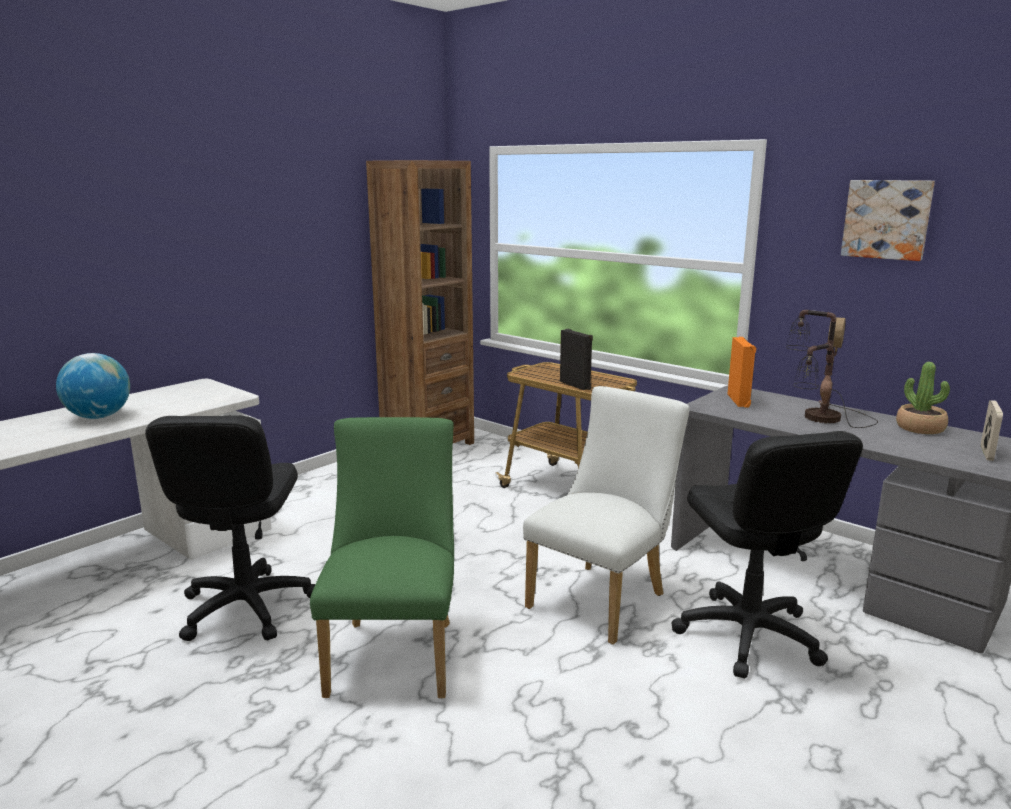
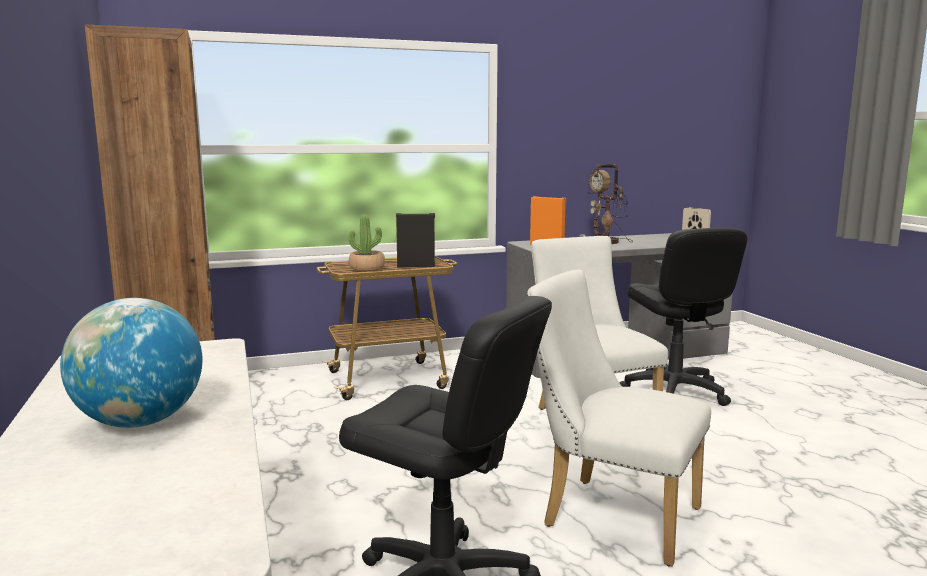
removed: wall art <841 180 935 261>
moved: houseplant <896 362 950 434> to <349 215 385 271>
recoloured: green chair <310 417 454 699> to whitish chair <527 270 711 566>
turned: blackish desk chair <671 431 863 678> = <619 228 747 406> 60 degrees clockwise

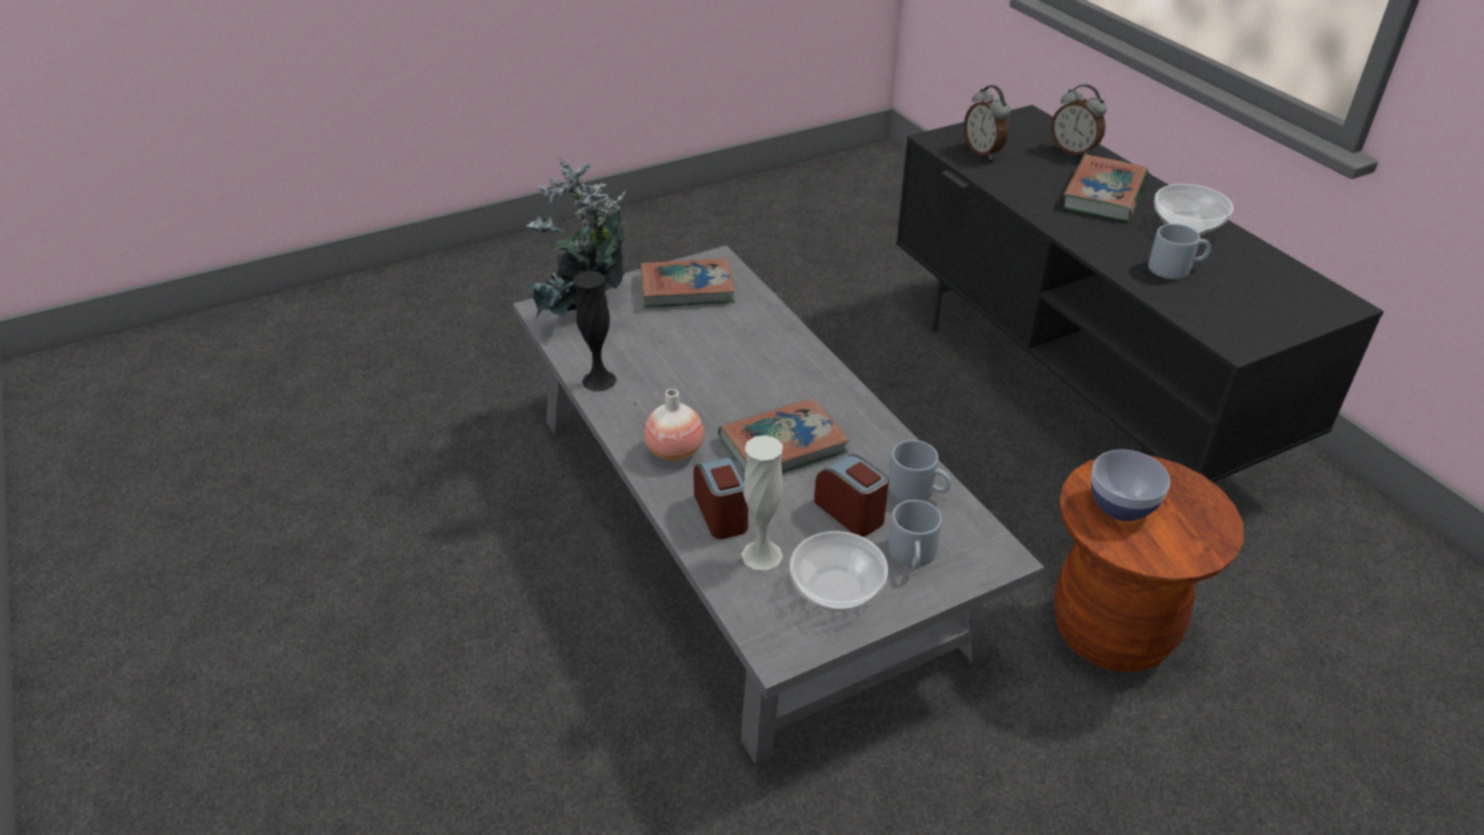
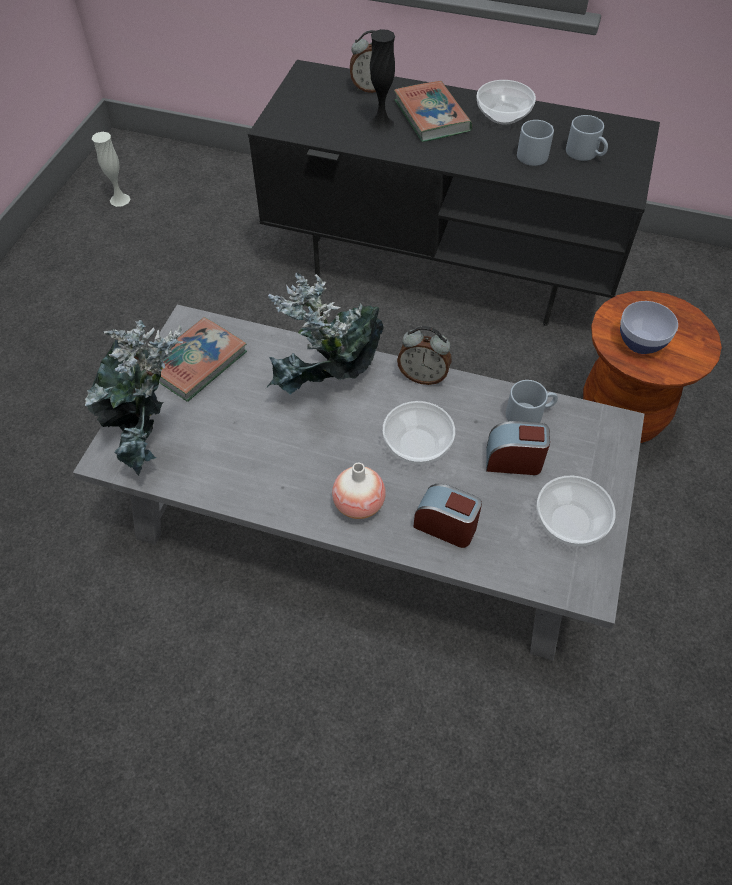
added: houseplant <266 272 384 395>
moved: blackish vase <573 271 617 391> to <369 29 395 132>; whitish vase <741 435 783 570> to <92 132 131 207>; grey tea mug <889 500 942 569> to <566 115 608 161>; bedside clock <964 85 1011 159> to <397 326 452 385>
replaced: bound book <719 398 850 473> to bowl <383 401 455 464>

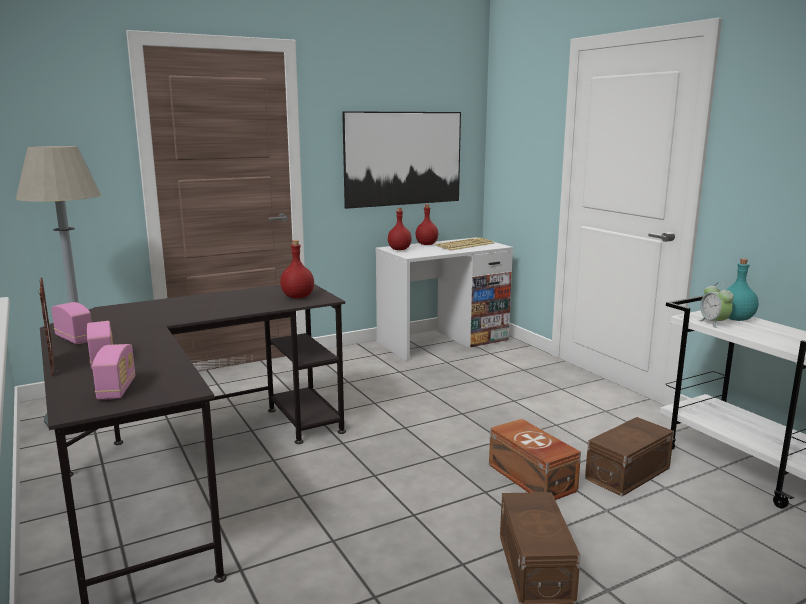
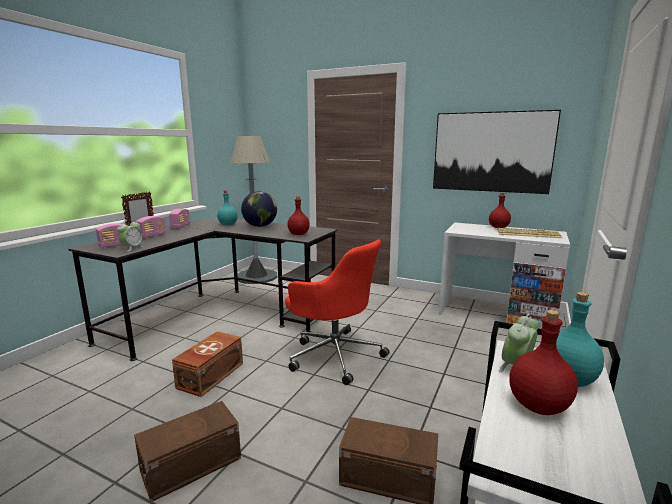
added: bedside clock <117 219 144 251>; turquoise bottle <217 190 238 225>; desk globe <241 191 277 227>; red desk chair <285 239 389 385>
moved: red bottle <388 208 412 250> to <509 310 578 415>; brownish storage container <489 419 581 500> to <172 331 243 397>

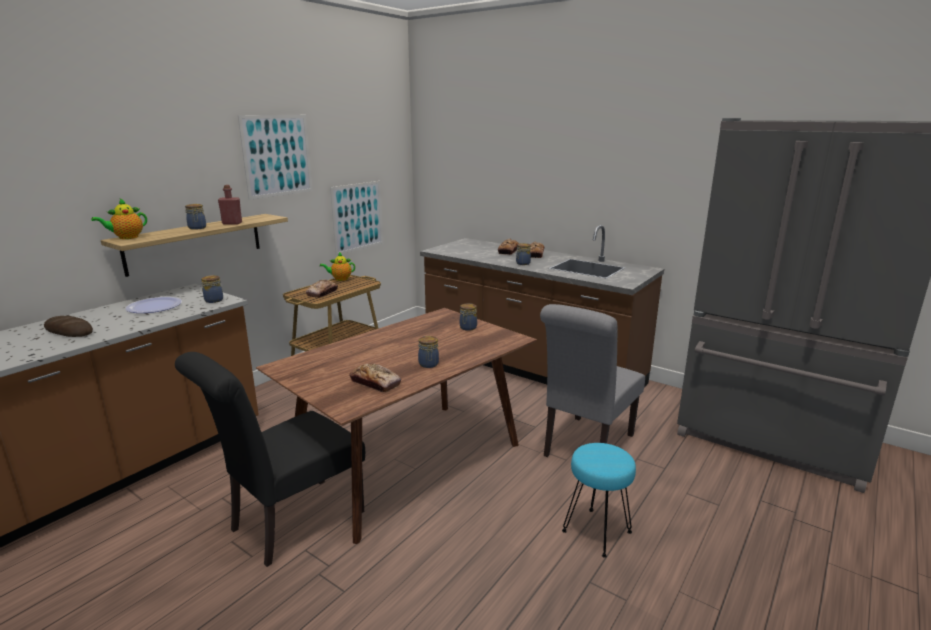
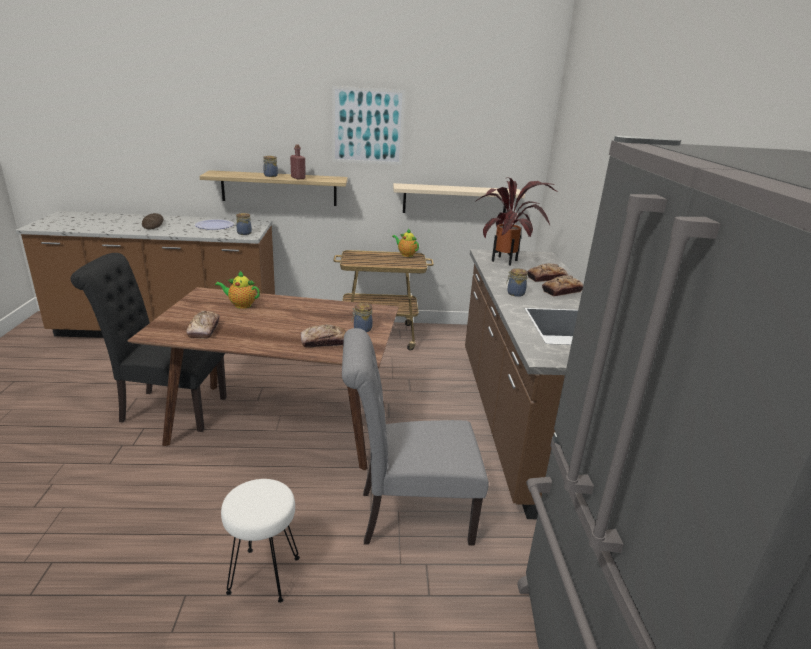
removed: preserve jar <418 336 439 368>
added: houseplant <475 177 558 265>
moved: pot for tea <91 198 147 239> to <215 270 260 309>; baked bread <306 279 338 298> to <300 324 346 347>
replaced: wall art <330 181 383 255> to beige-coloured bracket shelf <393 183 525 213>
recoloured: turquoise sitting stool <562 443 636 558> to whitish sitting stool <221 479 300 603>

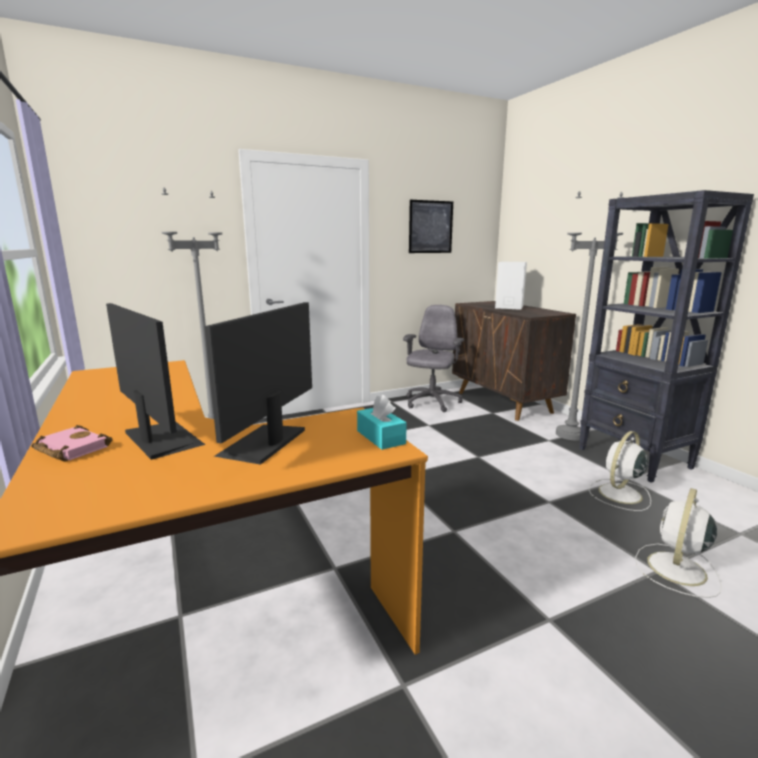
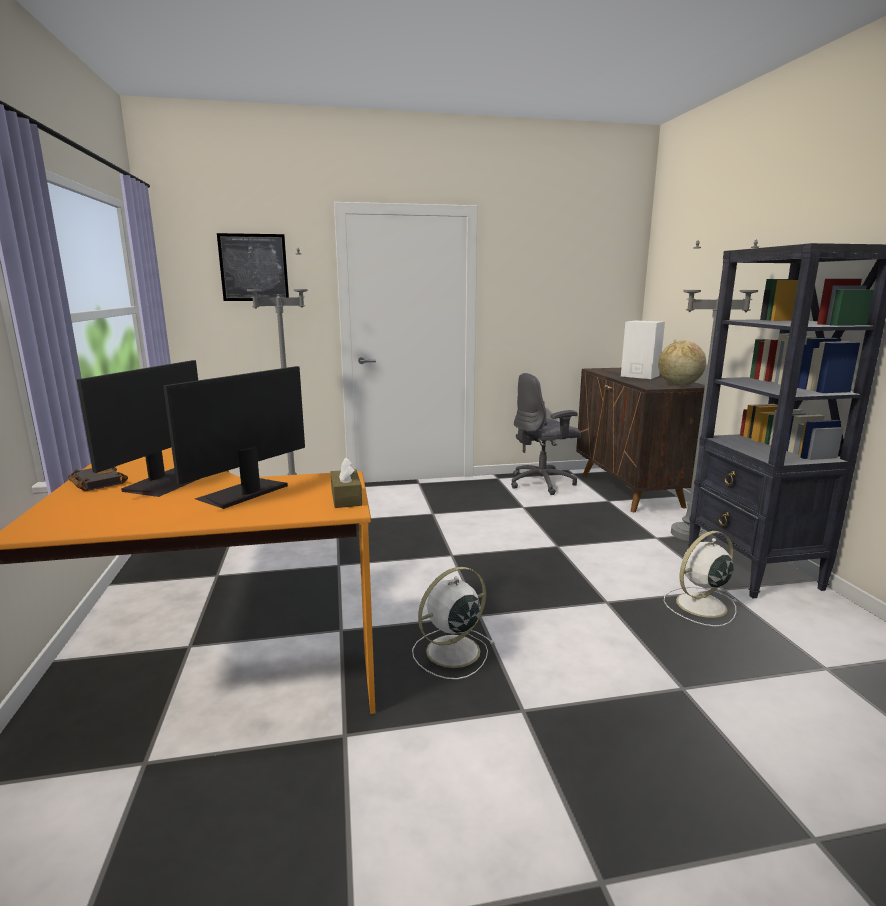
added: desk globe <658 341 706 386>
moved: wall art <409 200 453 253> to <217 233 289 301>; whitish electric fan <635 488 722 598> to <412 567 494 679>
recoloured: pink bound book <31 425 113 462> to blackish bound book <68 467 128 491>; turquoise box of tissues <357 395 407 450> to brownish box of tissues <331 457 362 508>
turned: monitor <106 303 206 460> = <77 360 199 497> 45 degrees clockwise; grey desk chair <403 305 464 412> = <511 373 581 495> 150 degrees counterclockwise

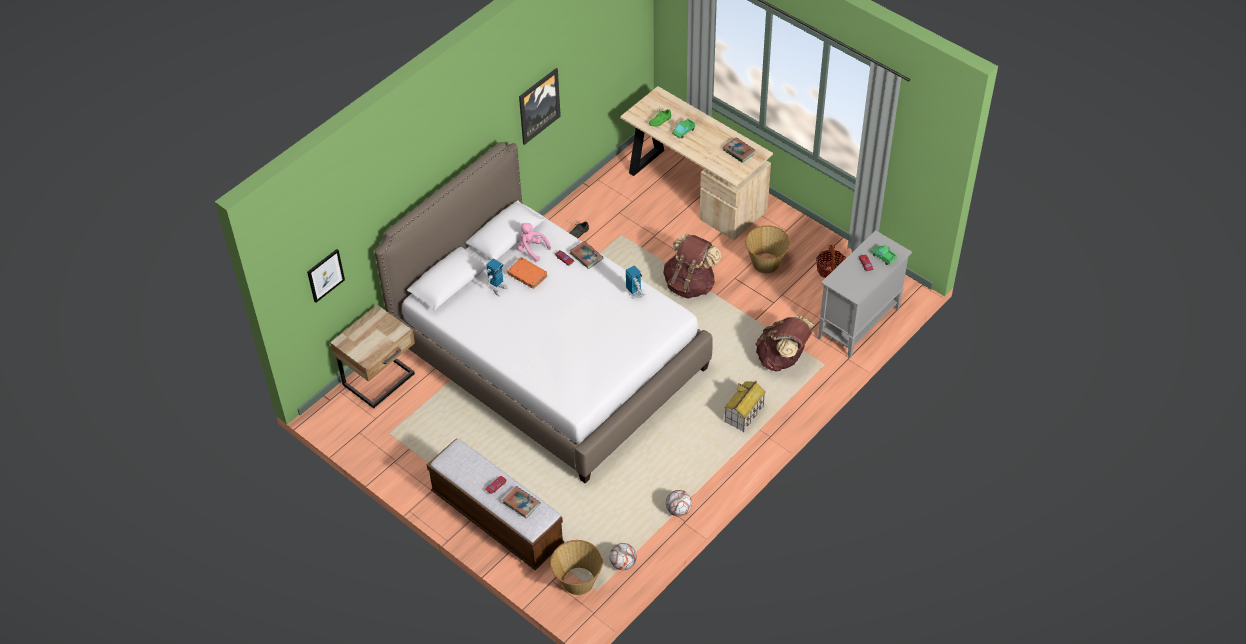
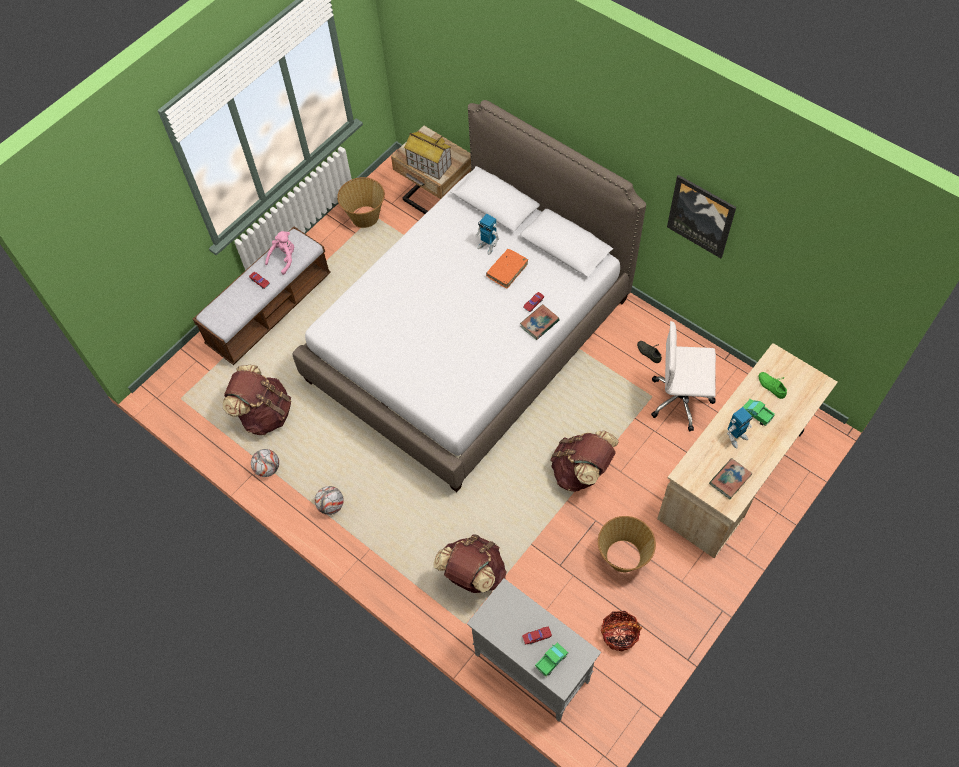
removed: wall art <307 249 345 303>; bound book <502 486 540 518>
added: brownish rucksack <223 365 291 435>; whitish desk chair <651 321 716 431>
moved: pink plush toy <517 223 551 262> to <265 231 294 275>; basket <550 540 603 595> to <337 177 385 228>; ball for football <610 543 637 570> to <315 486 344 515>; toy robot <626 265 645 298> to <727 407 753 449>; miniature house <724 381 766 432> to <404 131 452 180>

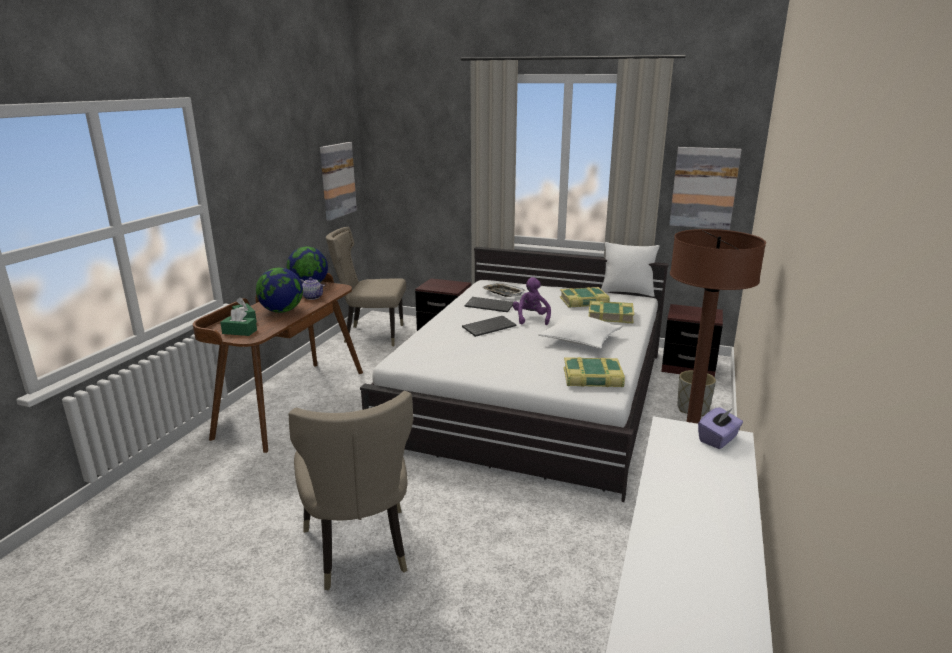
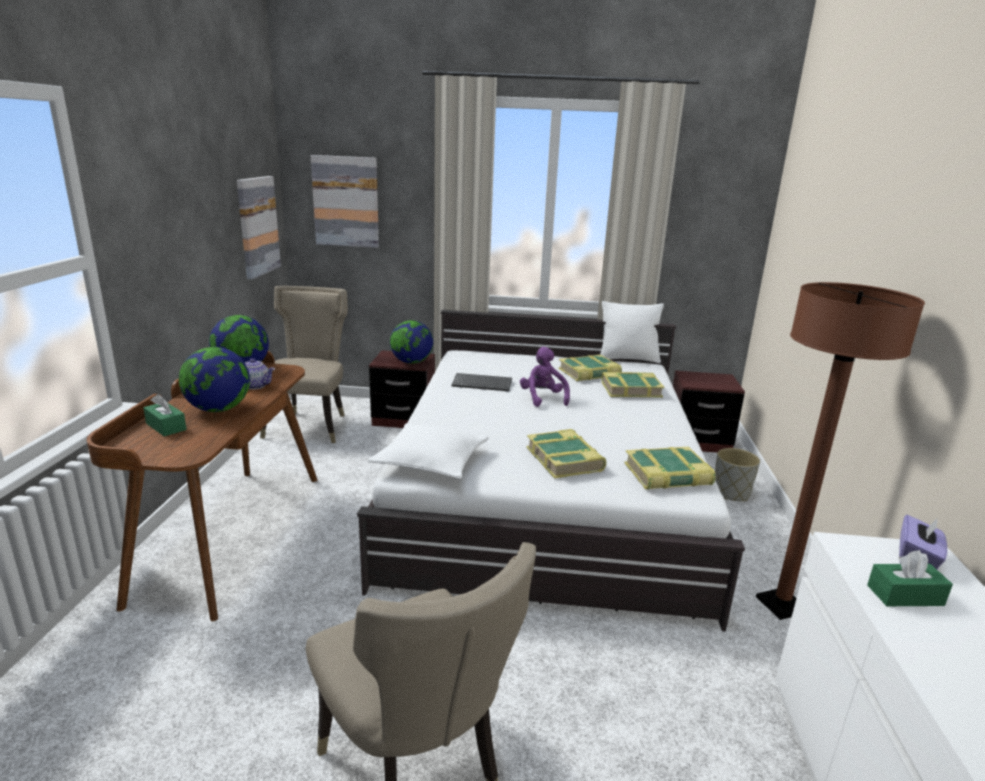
removed: computer keyboard <462 316 516 337>; tray <483 283 526 297>
added: desk globe <390 320 433 364>; bound book <526 429 607 479>
moved: green box of tissues <220 308 257 336> to <867 550 953 606>; whitish throw pillow <538 315 622 349> to <368 423 489 479>; wall art <669 147 741 230> to <311 155 379 248>
turned: beige-coloured chair <326 227 406 346> = <260 286 348 443> 105 degrees clockwise

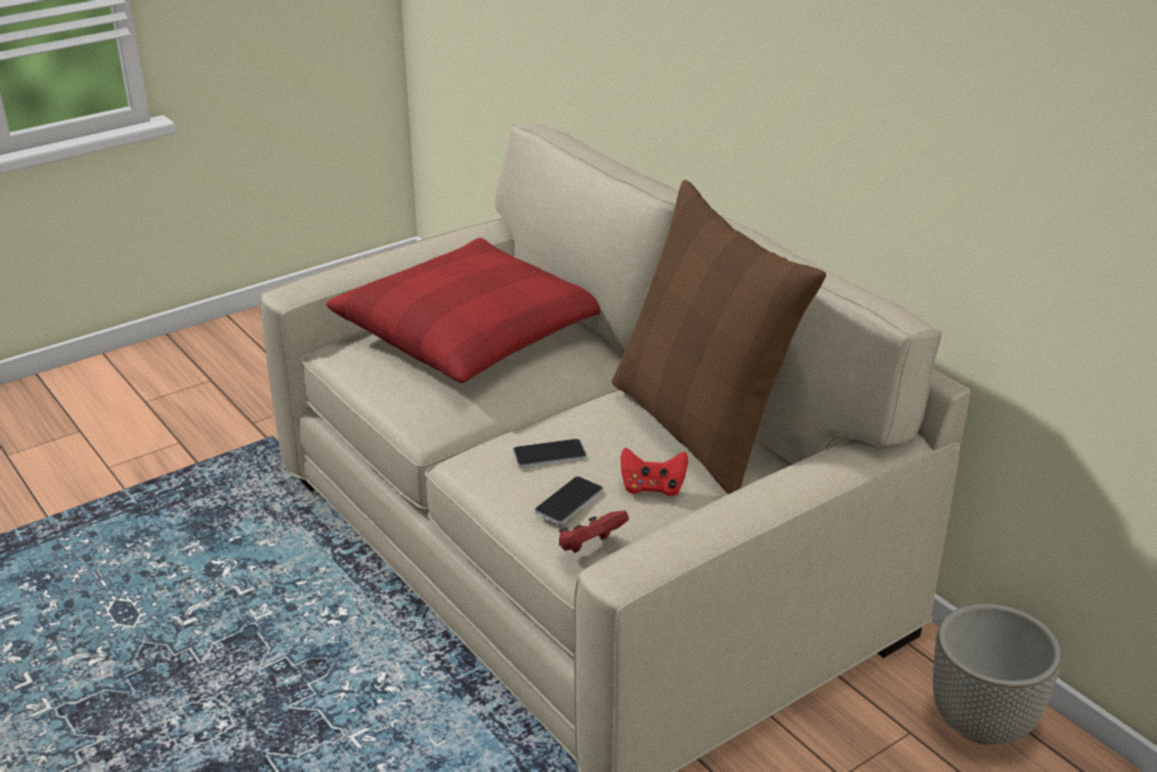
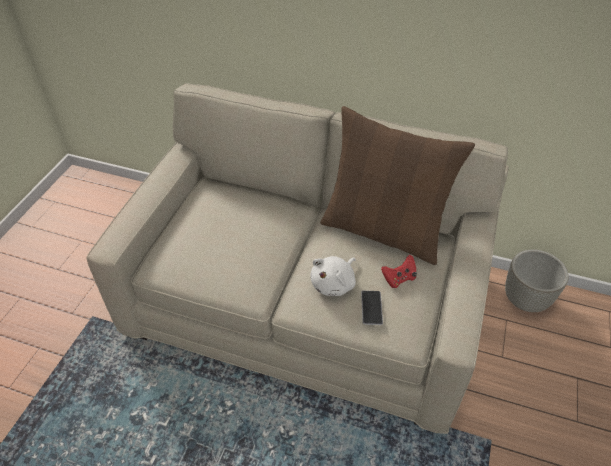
removed: red throw pillow <326 238 600 383>; red joypad <559 511 629 553>
replaced: telephone <513 439 586 468> to whitish plush toy <310 256 356 296>

